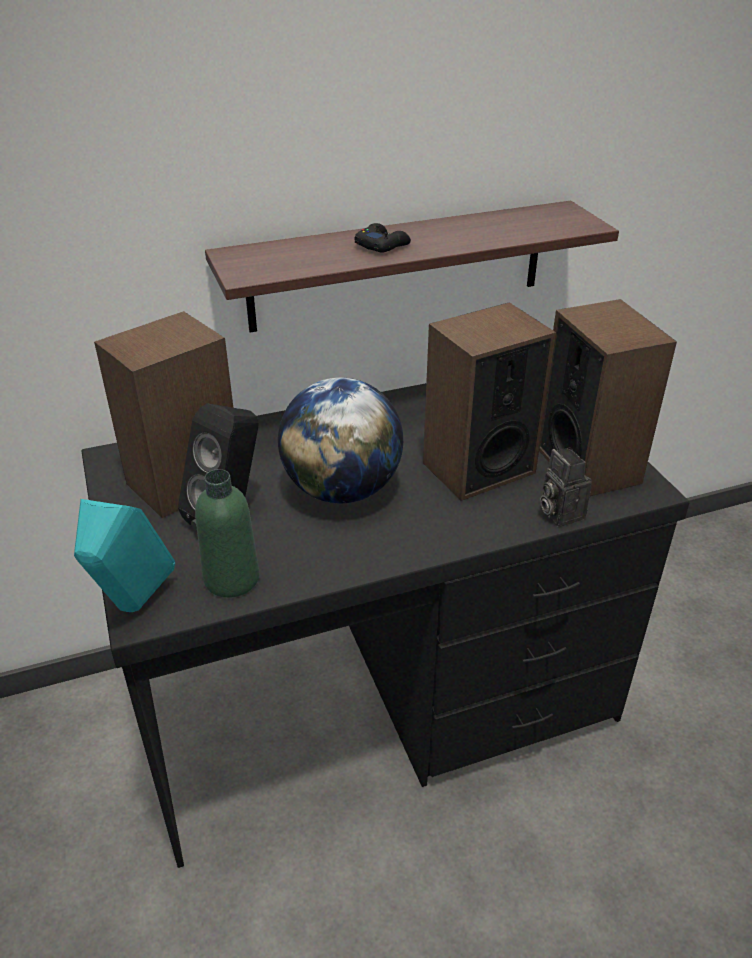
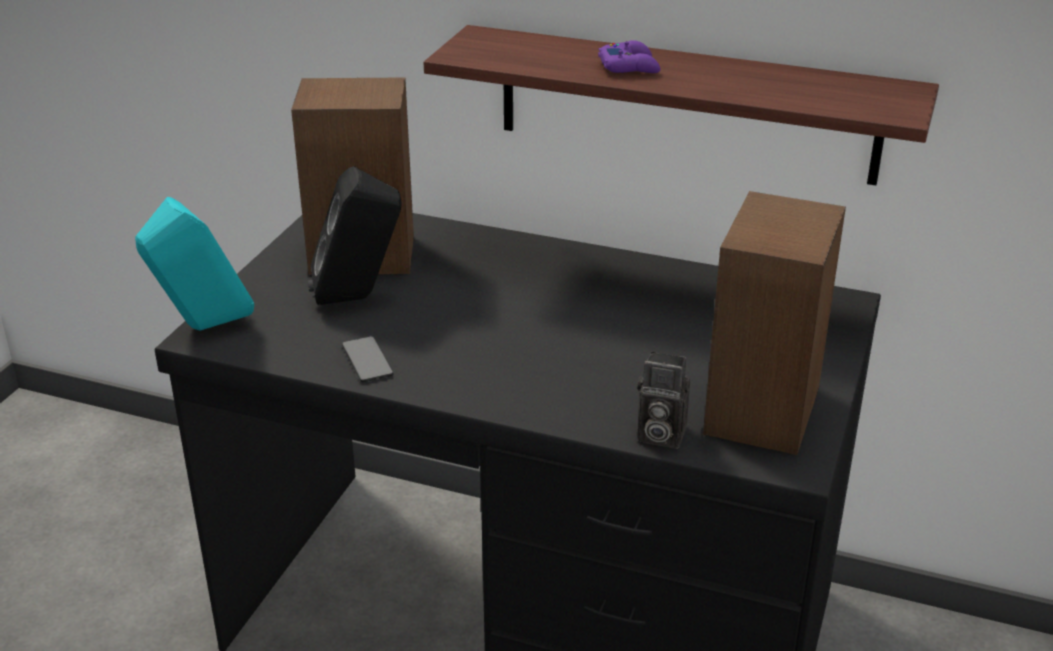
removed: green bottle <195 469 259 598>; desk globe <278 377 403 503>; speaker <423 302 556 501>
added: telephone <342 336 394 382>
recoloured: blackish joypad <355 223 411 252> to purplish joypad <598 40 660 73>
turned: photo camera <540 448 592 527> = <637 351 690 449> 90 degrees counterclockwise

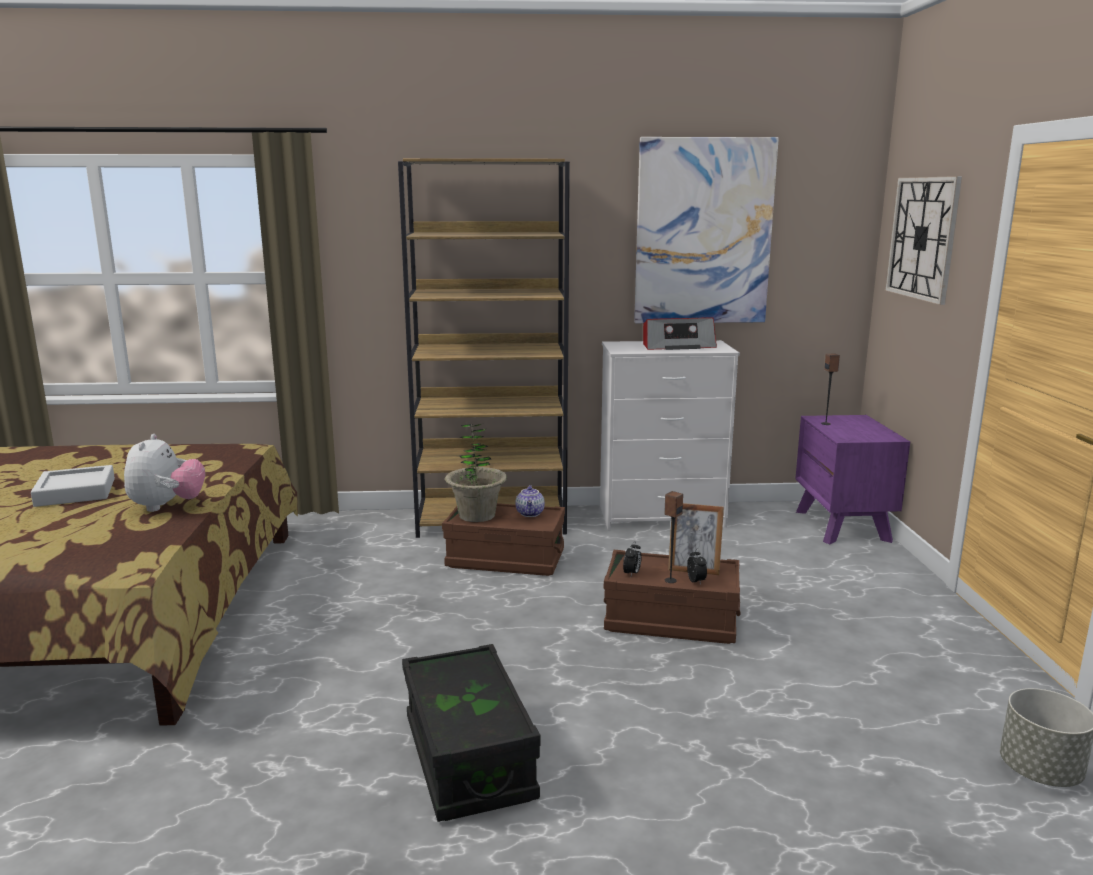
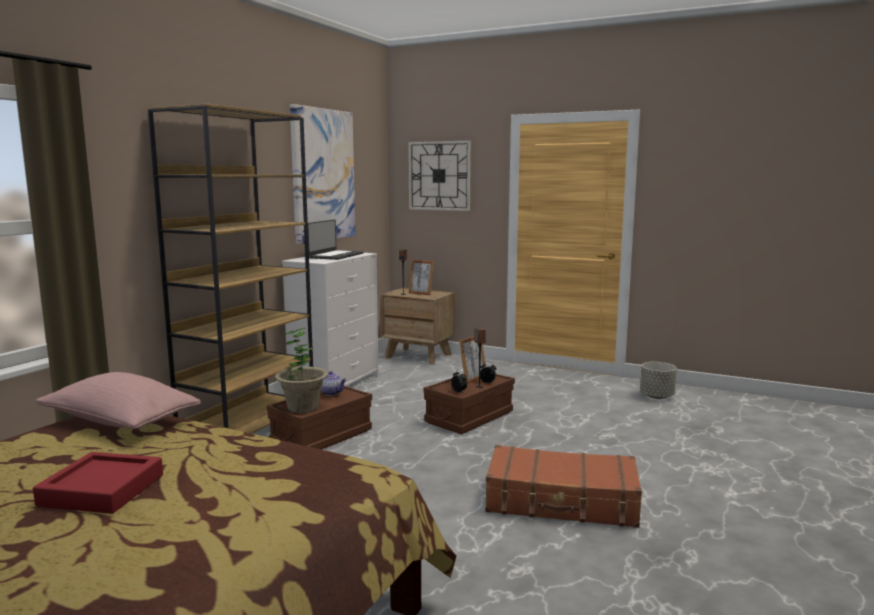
removed: plush toy <124 434 205 512>
added: pink throw pillow <35 372 201 429>; picture frame <409 260 434 295>
replaced: blackish storage container <402 644 540 822> to brownish travel case <485 445 642 528>; radio receiver <643 317 717 350> to notebook computer <308 219 364 260>
recoloured: grey tray <31 465 115 507> to red tray <33 452 163 514>; purplish nightstand <795 415 910 544> to brownish nightstand <380 288 455 365>

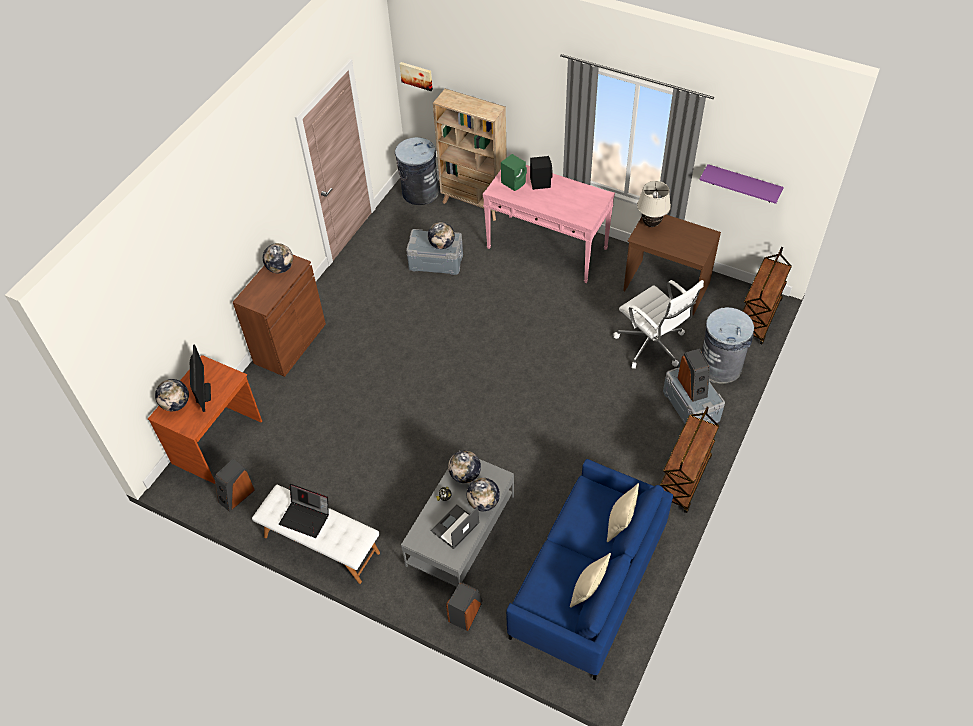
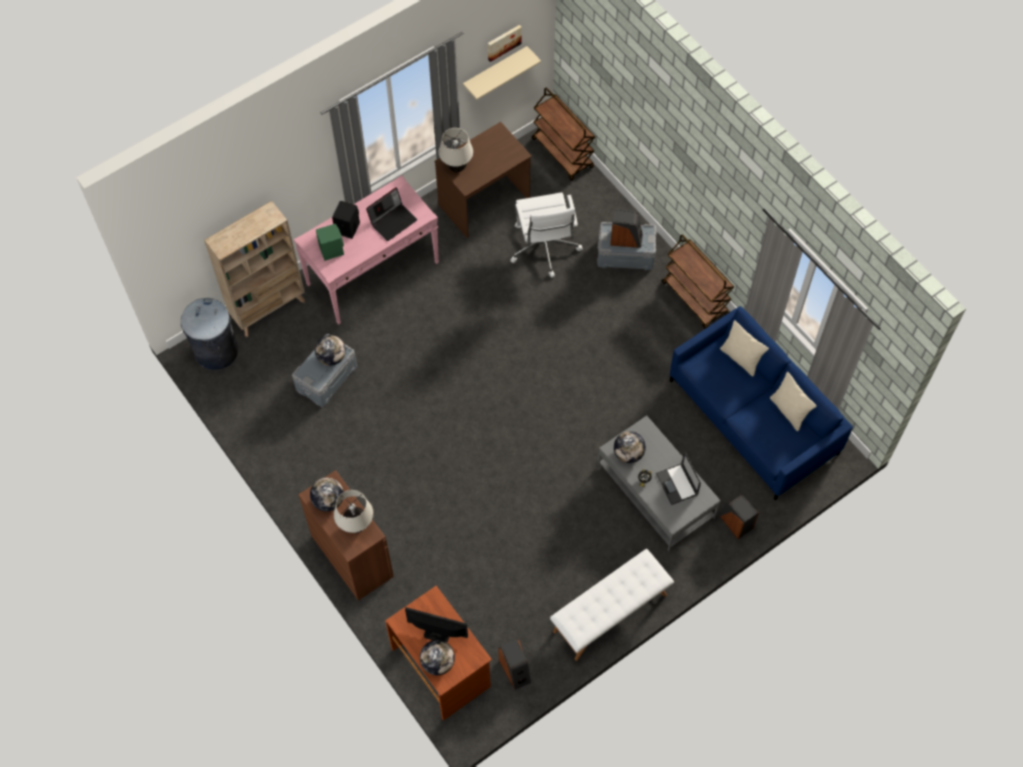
removed: desk globe <467 478 500 511>; grey trash can <702 307 754 384>
added: beige-coloured lamp for a table <334 490 374 533>
moved: notebook computer <279 484 329 538> to <366 187 417 241>; wall art <400 62 433 91> to <488 25 522 62>
recoloured: purplish bracket shelf <700 164 784 204> to beige-coloured bracket shelf <463 46 541 100>
turned: whitish desk chair <613 280 704 369> = <510 192 583 278> 90 degrees clockwise

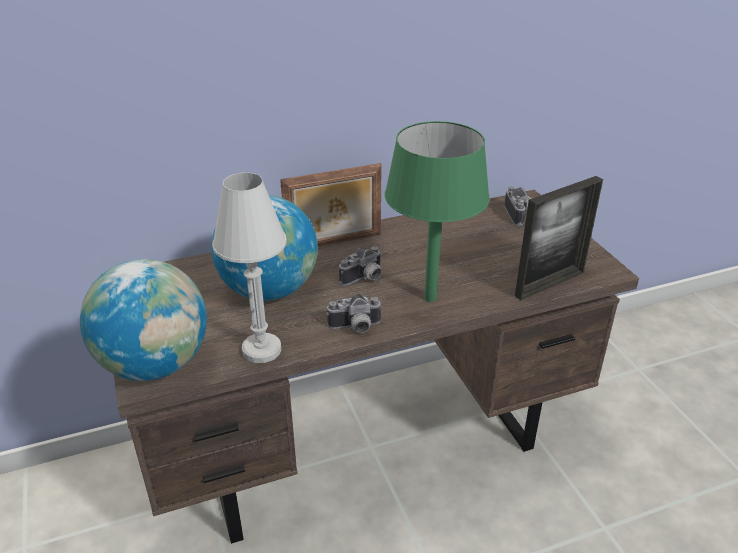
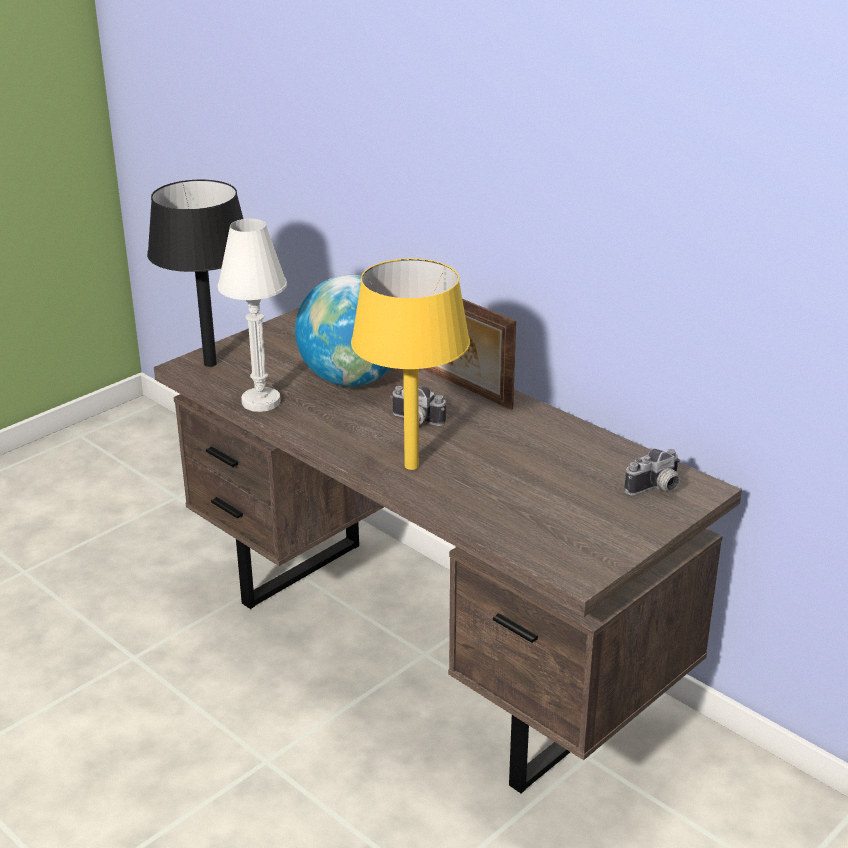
removed: photo camera <326 294 383 333>; picture frame <515 176 603 300>
replaced: desk globe <80 259 207 381> to blackish lamp for a table <147 180 243 367>
recoloured: green lamp for a table <385 121 490 302> to yellowish lamp for a table <351 258 470 470>

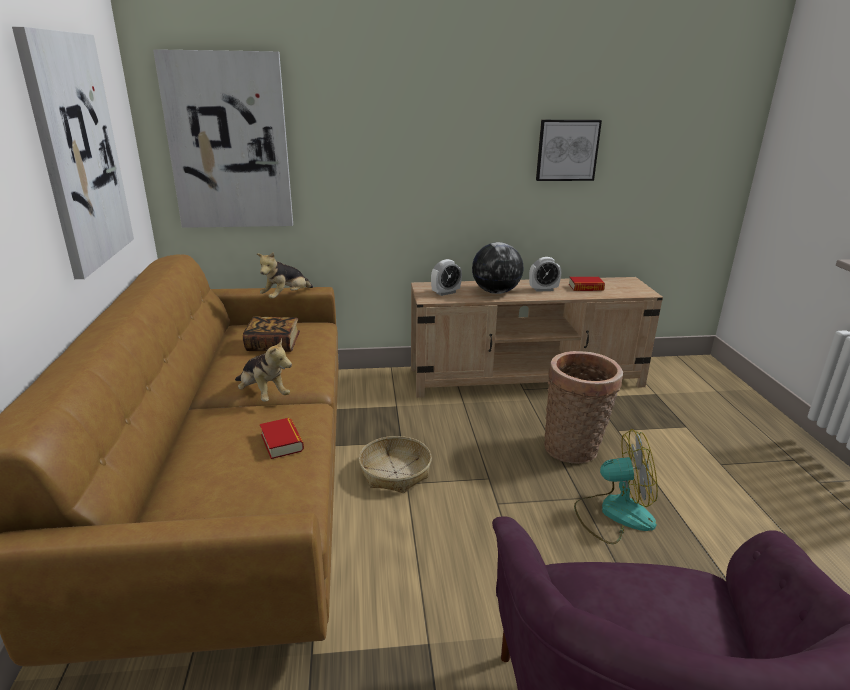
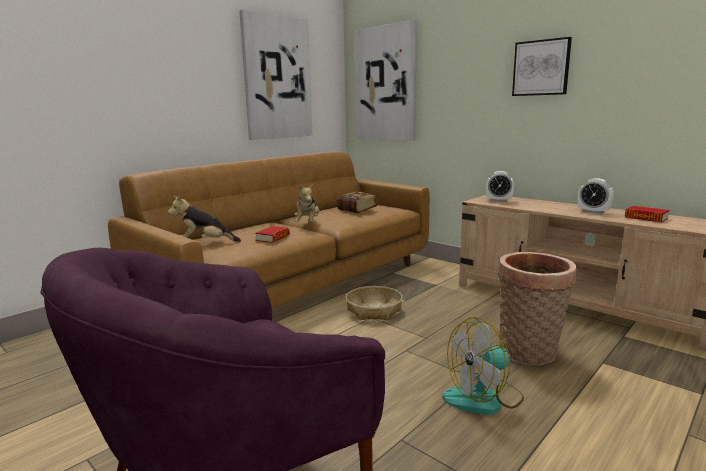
removed: desk globe <472 242 523 294>
moved: plush toy <257 252 313 299> to <168 195 241 242>; wall art <536 120 602 181> to <512 37 572 96>
turned: electric fan <574 429 658 544> = <442 317 524 415> 105 degrees clockwise

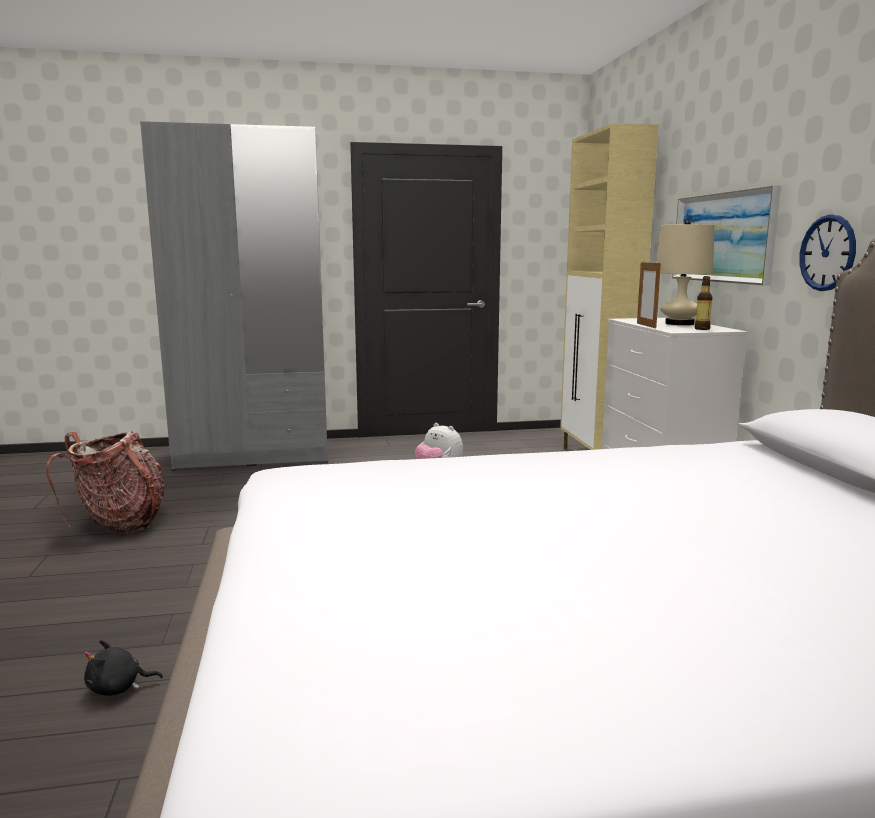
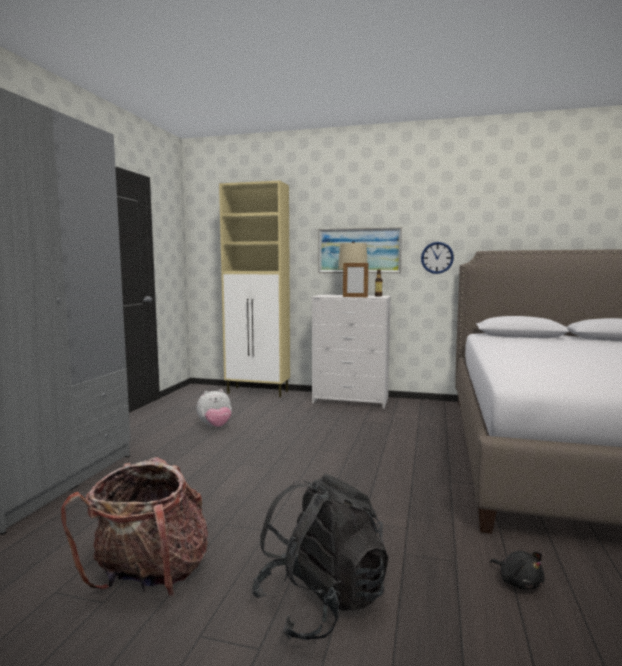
added: blackish rucksack <251 474 388 640>
turned: blackish plush toy <84 640 163 696> = <490 551 545 590> 45 degrees counterclockwise

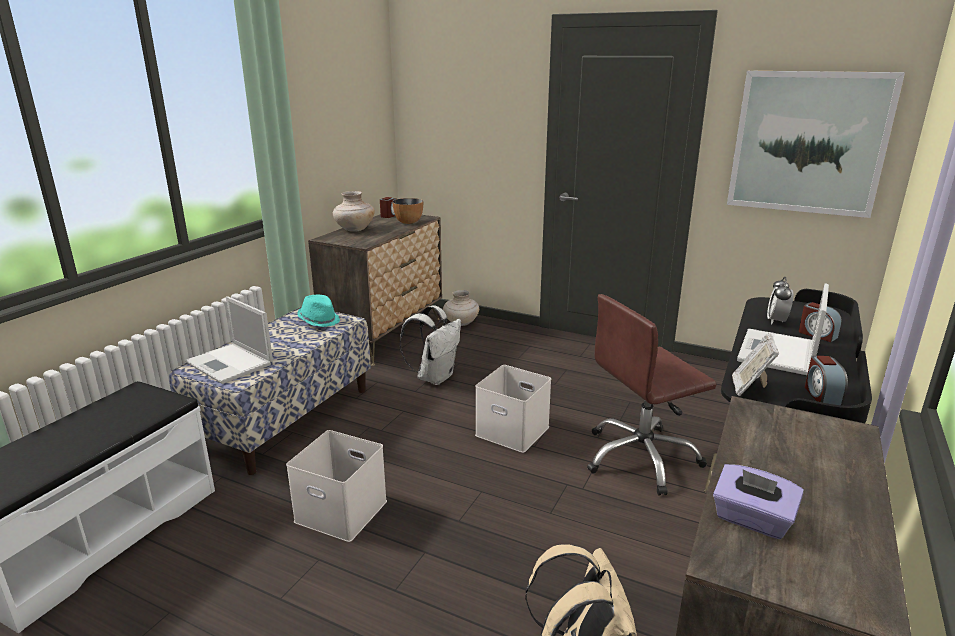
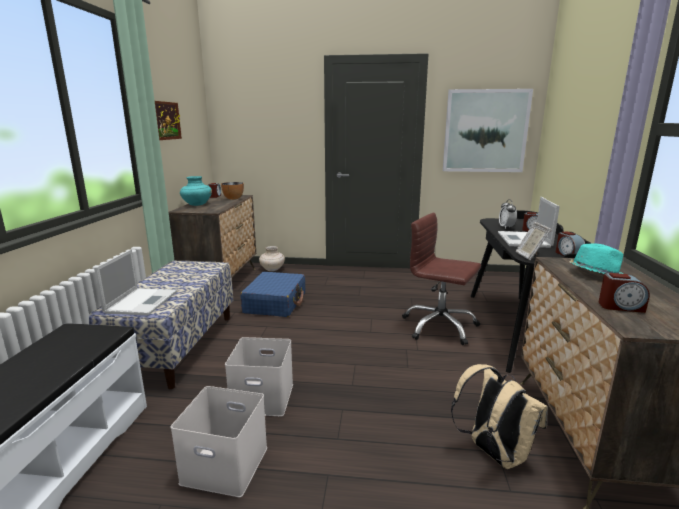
added: wall art <155 101 182 140>
moved: turquoise clothing hat <297 295 340 327> to <569 243 624 274>; whitish storage container <475 365 551 453> to <171 386 267 497>
replaced: whitish rucksack <399 305 461 385> to blue-coloured travel case <240 272 305 317>; purplish box of tissues <713 464 804 539> to bedside clock <599 273 650 313>
recoloured: beige-coloured vase <333 191 375 232> to turquoise vase <180 176 212 206>
turned: notebook computer <185 296 273 384> = <94 249 177 315> 105 degrees counterclockwise; brownish desk chair <587 294 717 495> = <402 213 481 345> 75 degrees clockwise

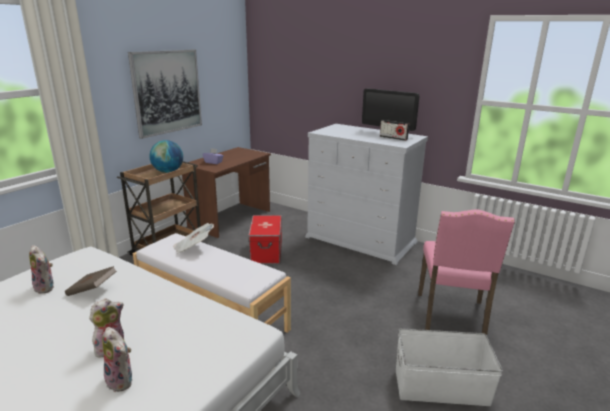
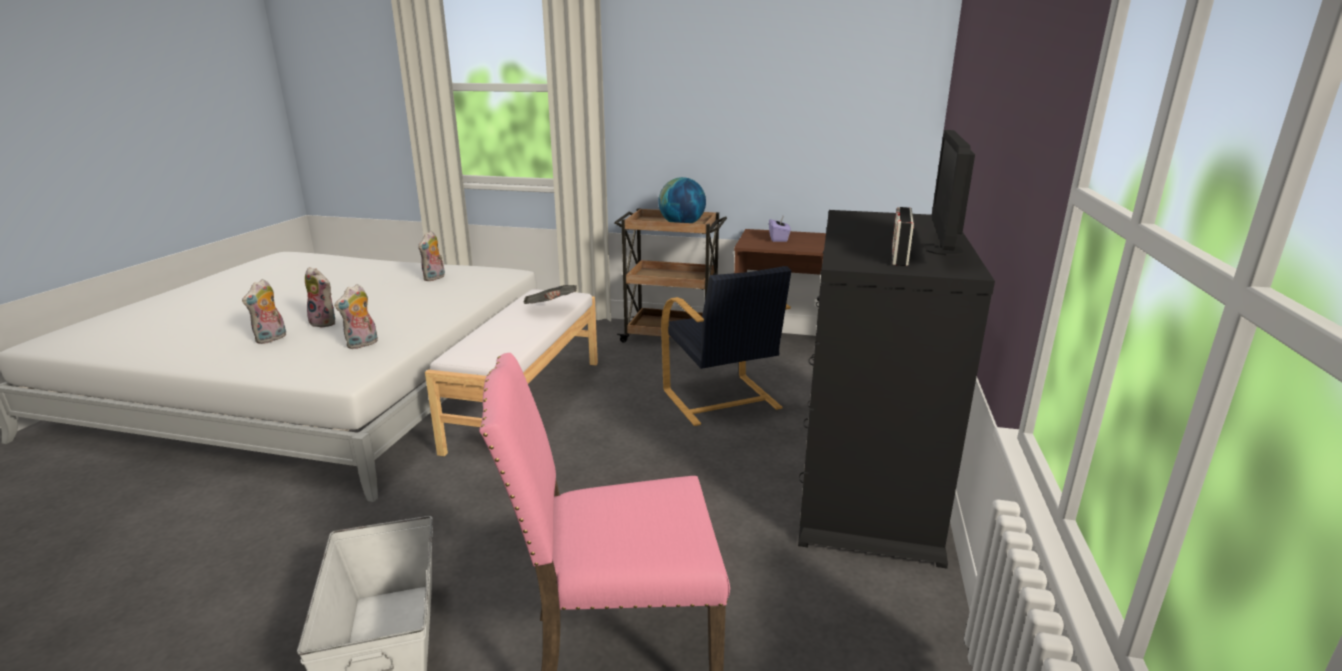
removed: brownish bound book <65 266 117 296>; wall art <128 50 202 139>
added: plush toy <334 284 378 349>
replaced: storage container <248 215 282 264> to blackish lounge chair <661 266 791 426>
recoloured: whitish chest of drawers <305 124 428 265> to blackish chest of drawers <798 210 995 569>

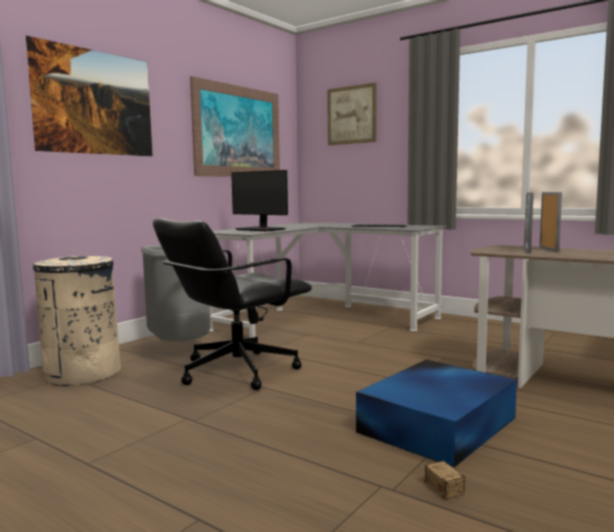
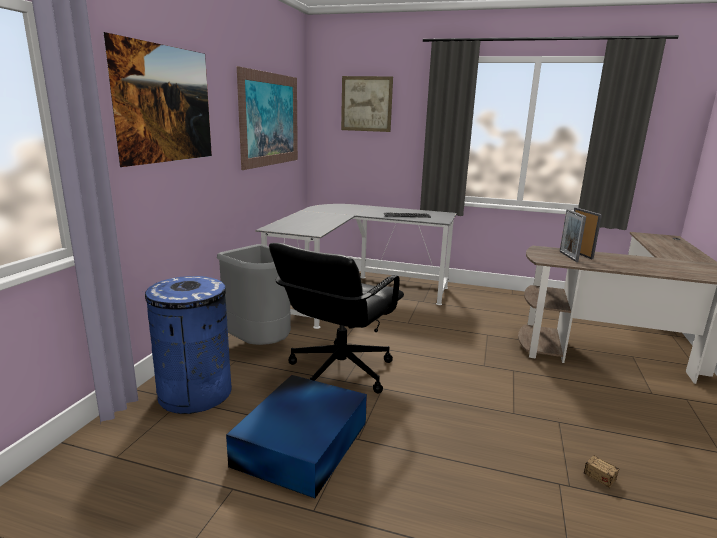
removed: monitor <231 170 288 231>
moved: blue-coloured storage container <356 360 517 467> to <226 375 367 498>
recoloured: beige-coloured trash can <33 256 121 386> to blue-coloured trash can <142 276 232 414>

